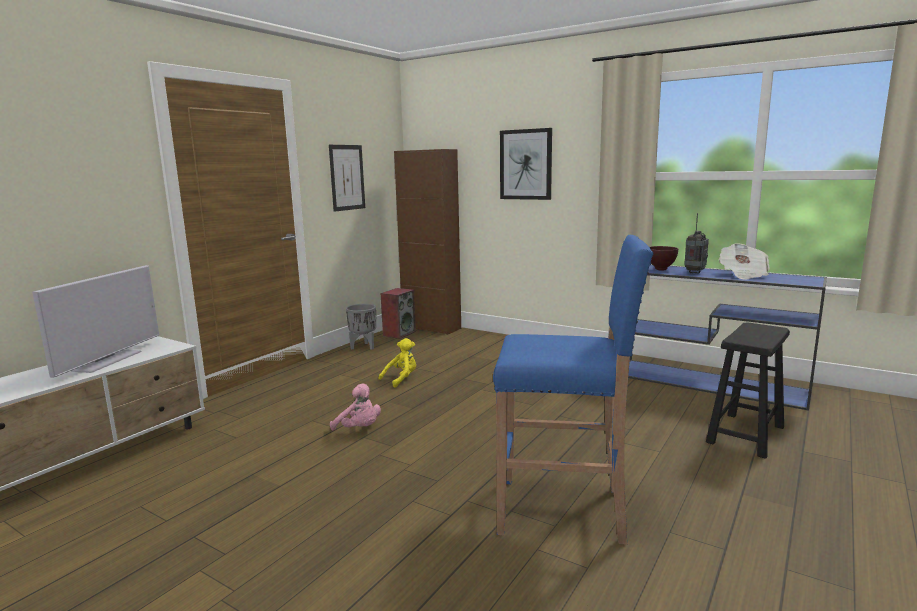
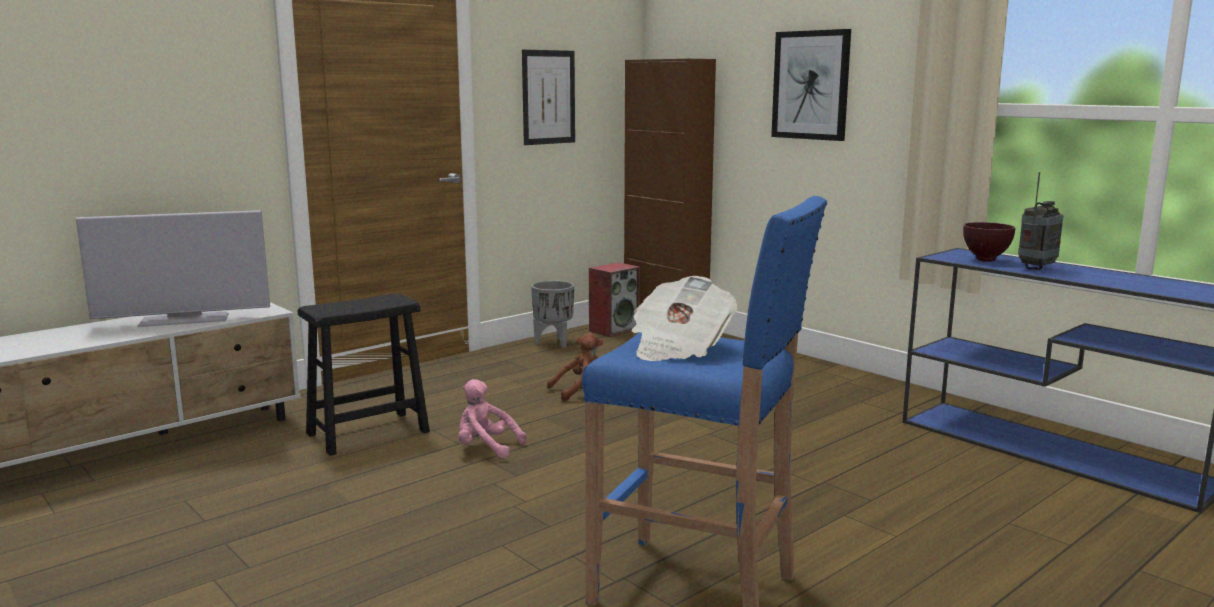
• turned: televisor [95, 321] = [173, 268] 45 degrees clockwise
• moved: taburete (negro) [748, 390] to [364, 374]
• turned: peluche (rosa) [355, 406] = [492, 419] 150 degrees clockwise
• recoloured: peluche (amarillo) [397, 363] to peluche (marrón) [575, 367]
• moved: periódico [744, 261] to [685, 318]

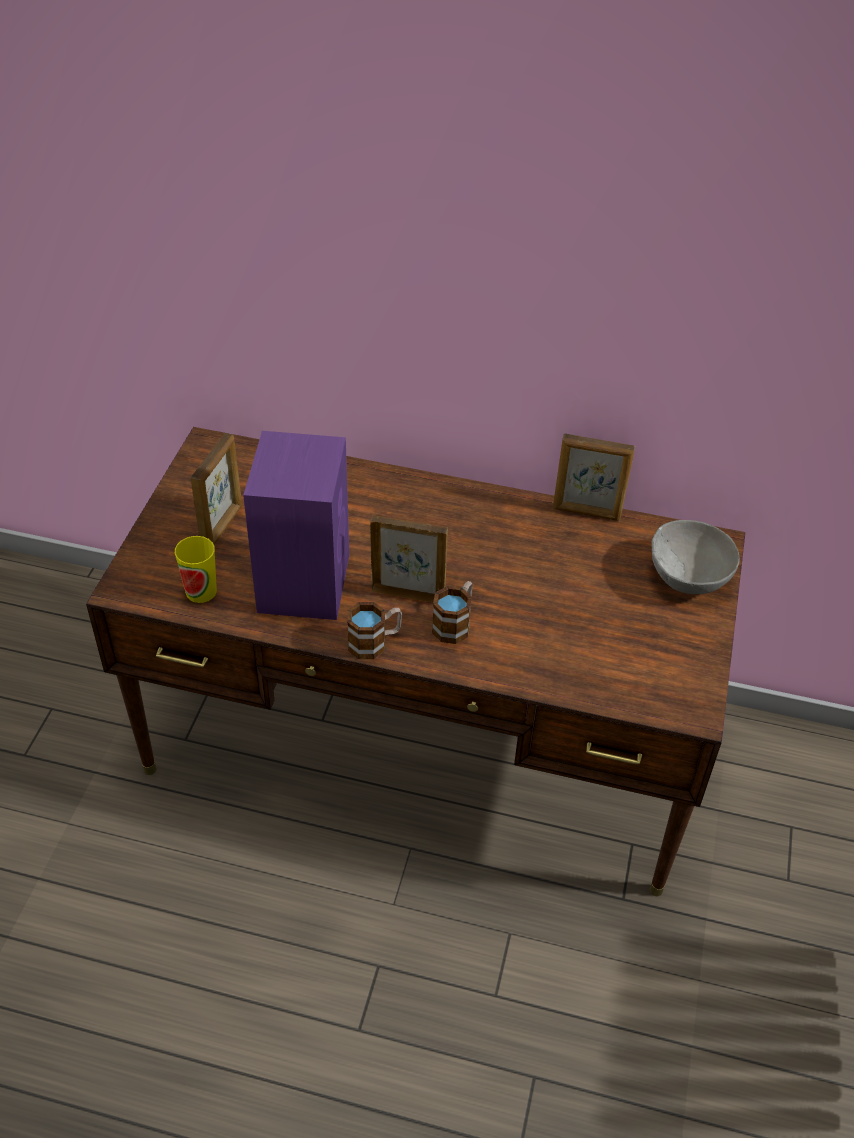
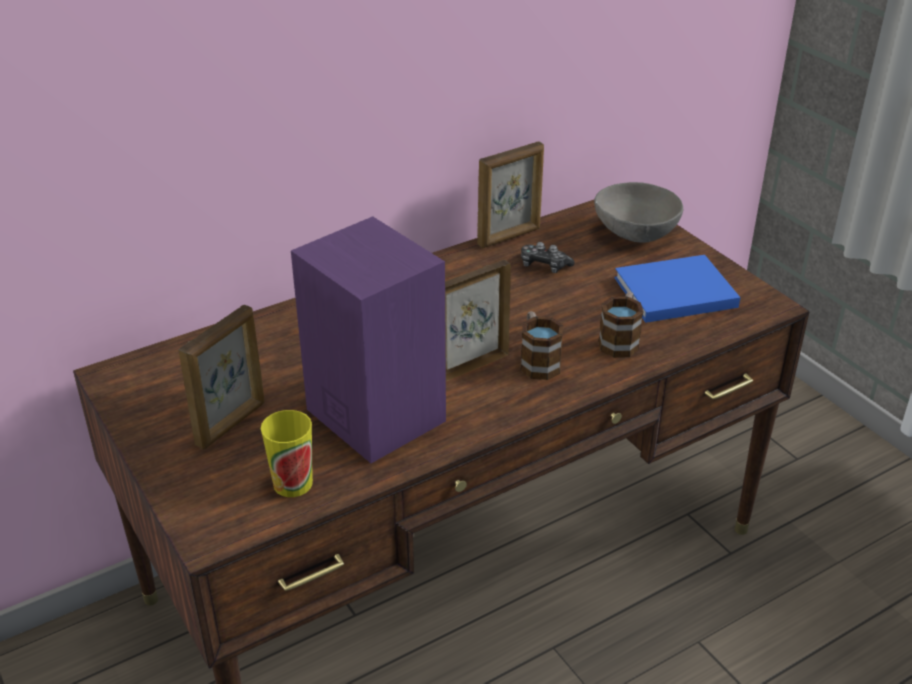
• turned: portarretratos [216, 489] = [222, 377] 60 degrees clockwise
• added: mando de consola [548, 257]
• moved: taza grande [374, 630] to [621, 325]
• added: libro (azul) [677, 289]

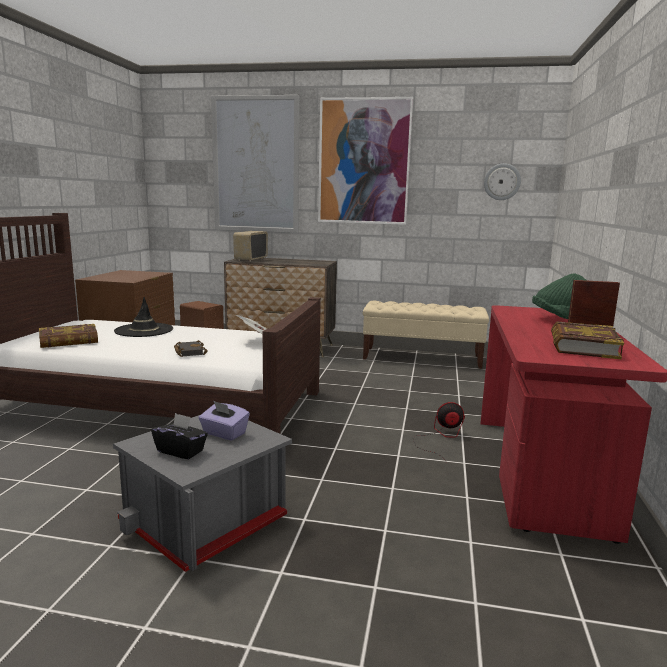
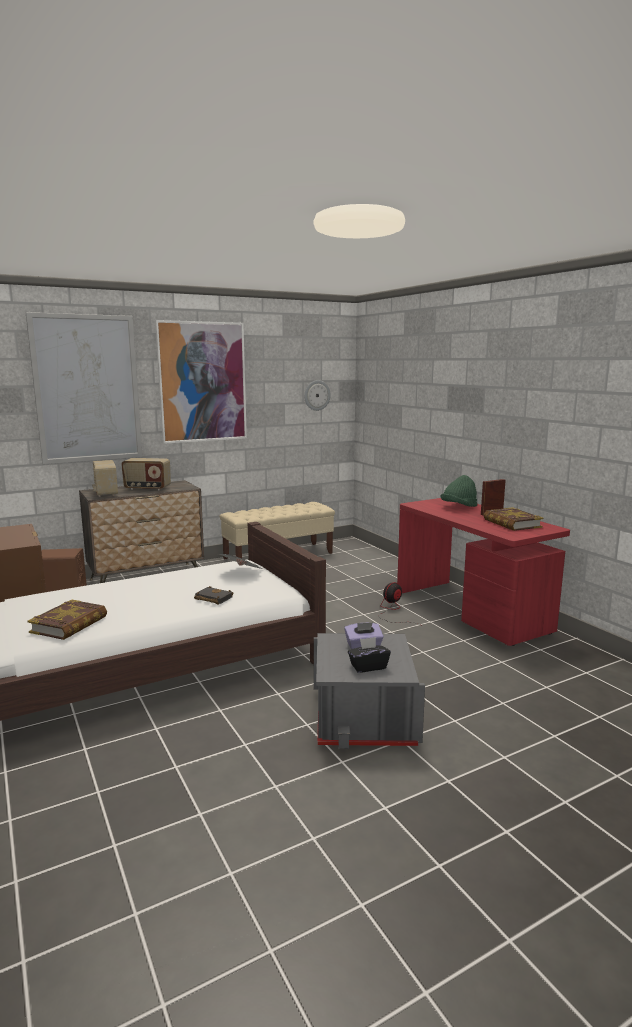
• added: radio [146, 474]
• removed: sombrero (negro) [143, 317]

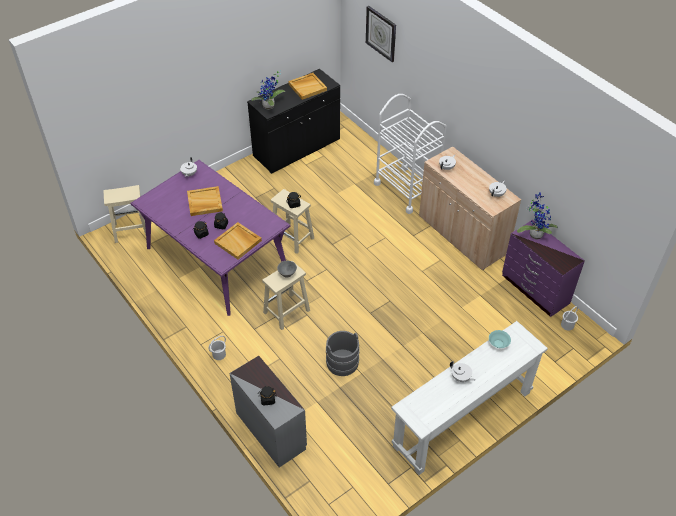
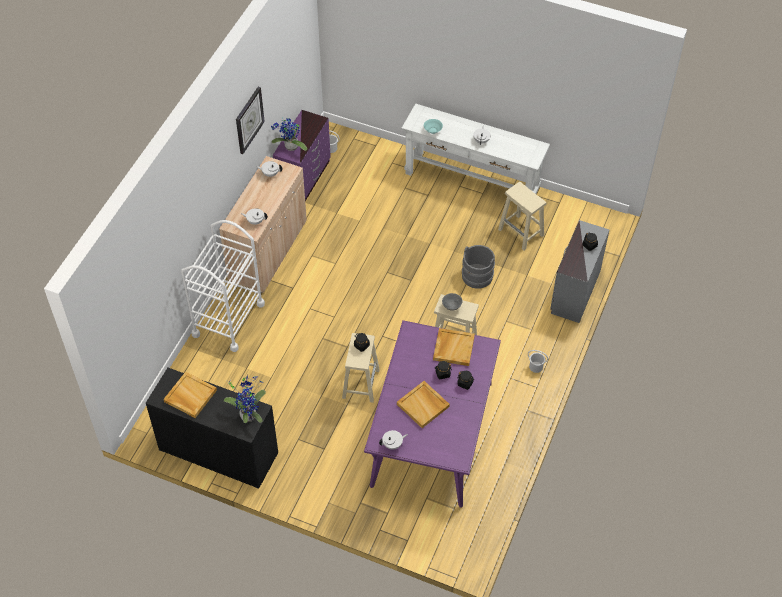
• moved: reloj de pared [381, 34] to [250, 120]
• moved: taburete (beis) [124, 214] to [522, 216]

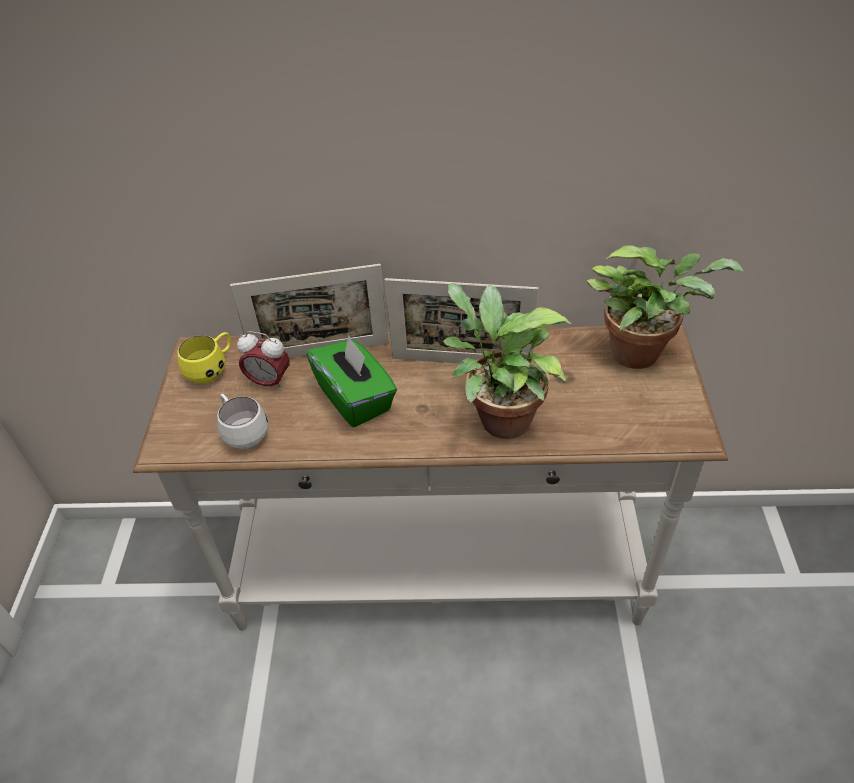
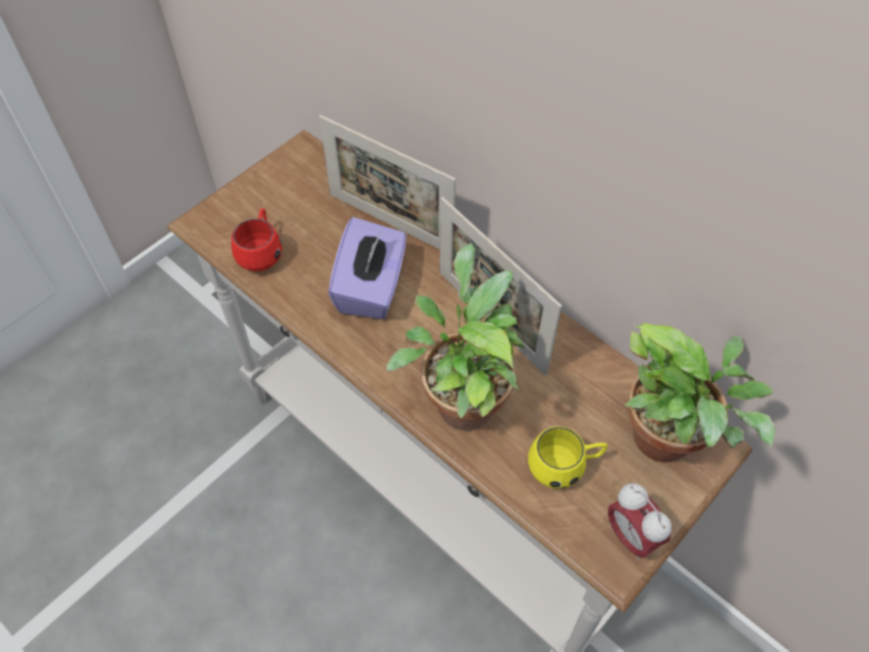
• recoloured: taza grande (blanco) [242, 421] to taza grande (rojo) [256, 239]
• recoloured: caja de pañuelos (verde) [352, 381] to caja de pañuelos (morado) [367, 268]
• moved: taza grande (amarillo) [204, 358] to [568, 457]
• moved: despertador [263, 361] to [640, 522]

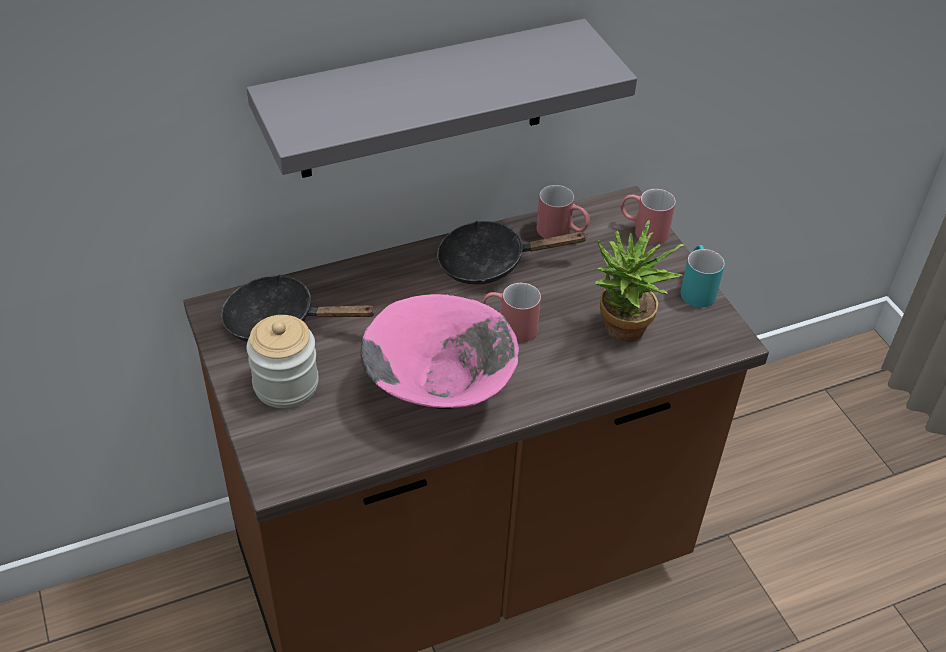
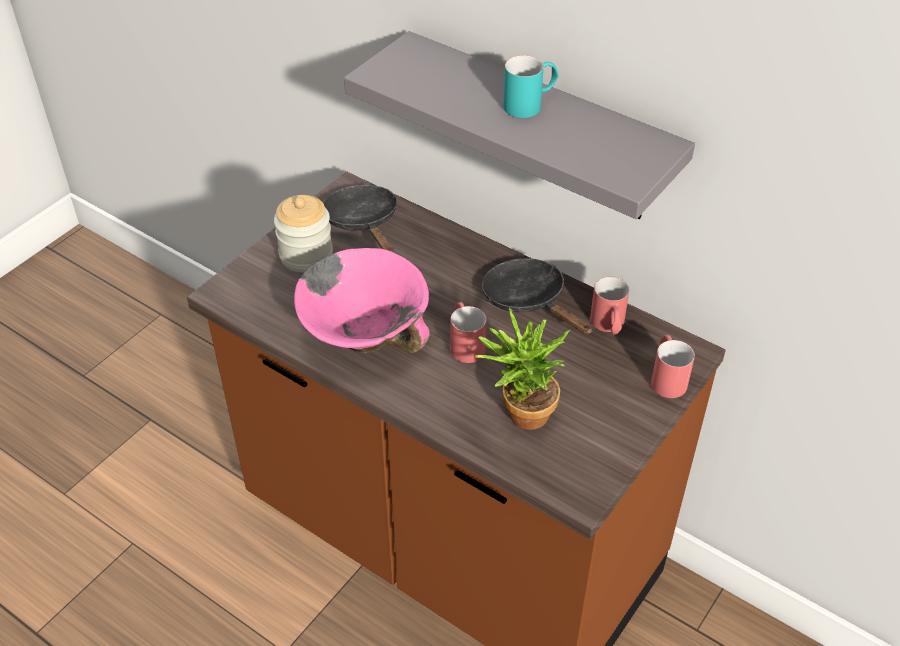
• moved: taza grande (turquesa) [702, 276] to [530, 86]

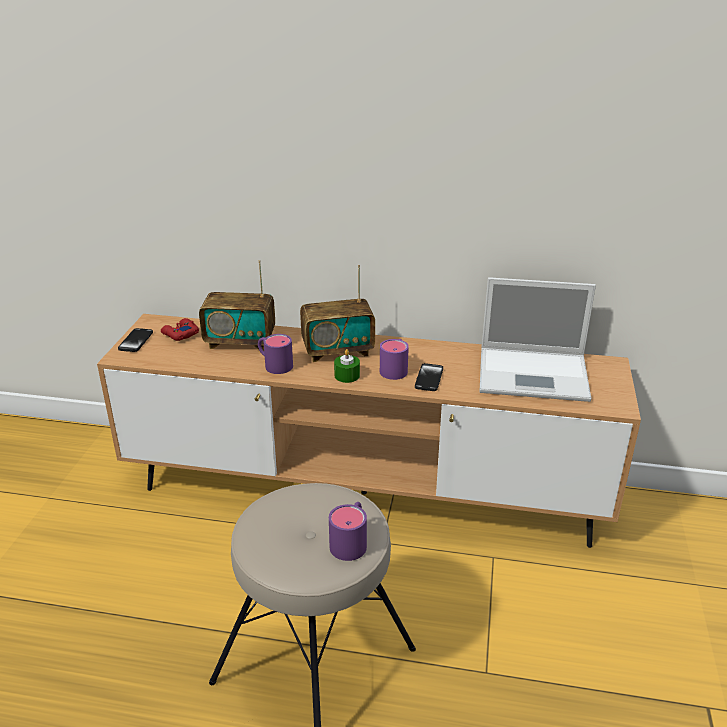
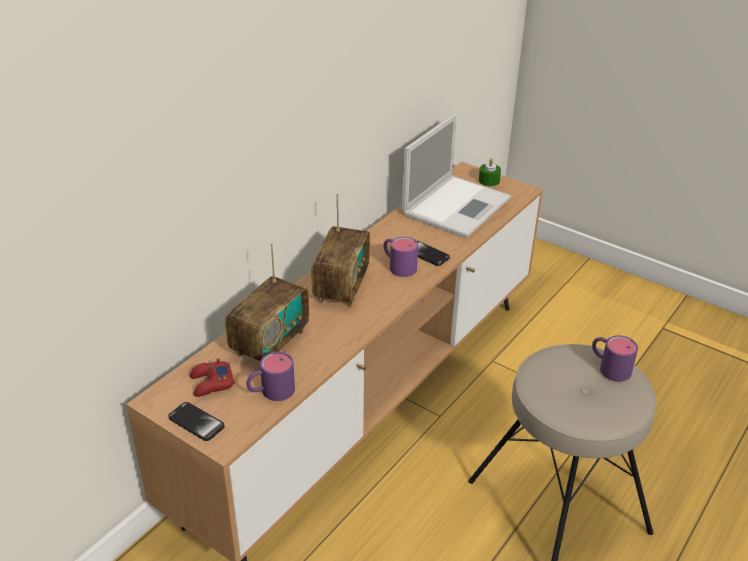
• moved: taza grande (morado) [275, 354] to [270, 376]
• moved: vela (verde) [347, 366] to [490, 172]

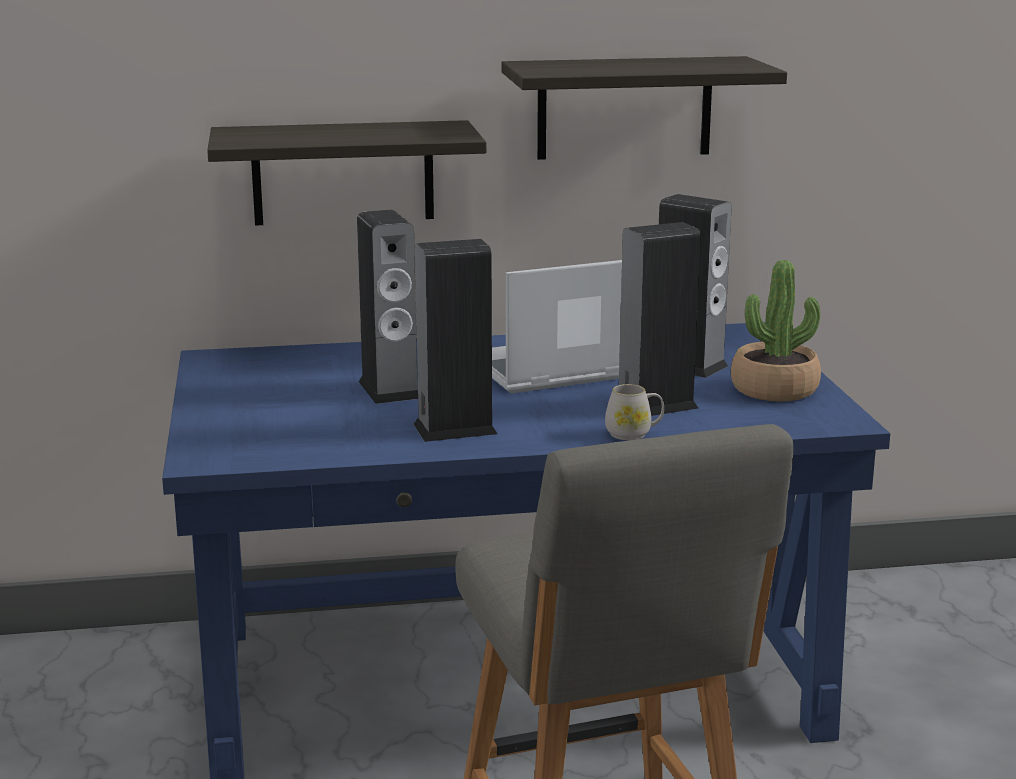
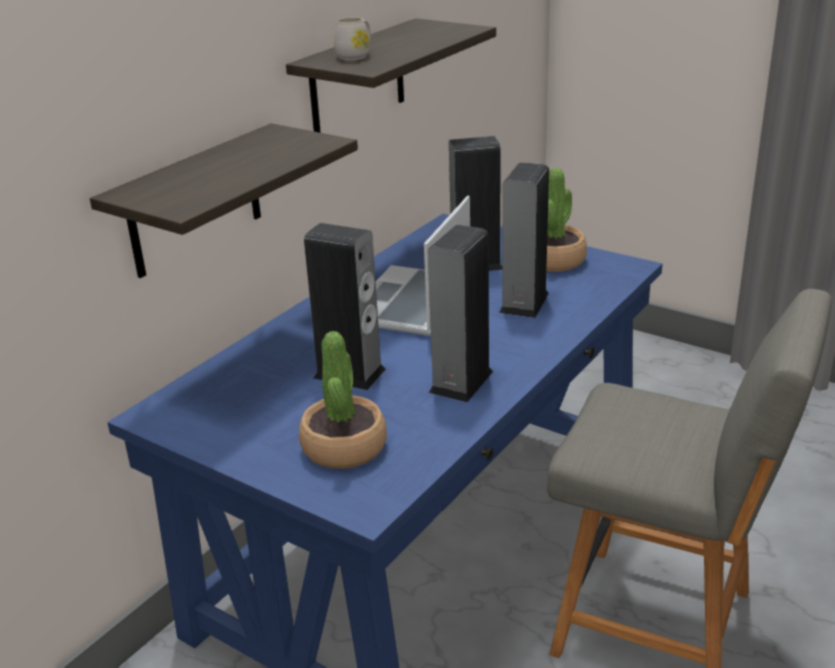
• added: planta en maceta [343, 400]
• moved: taza grande (blanco) [634, 412] to [352, 38]

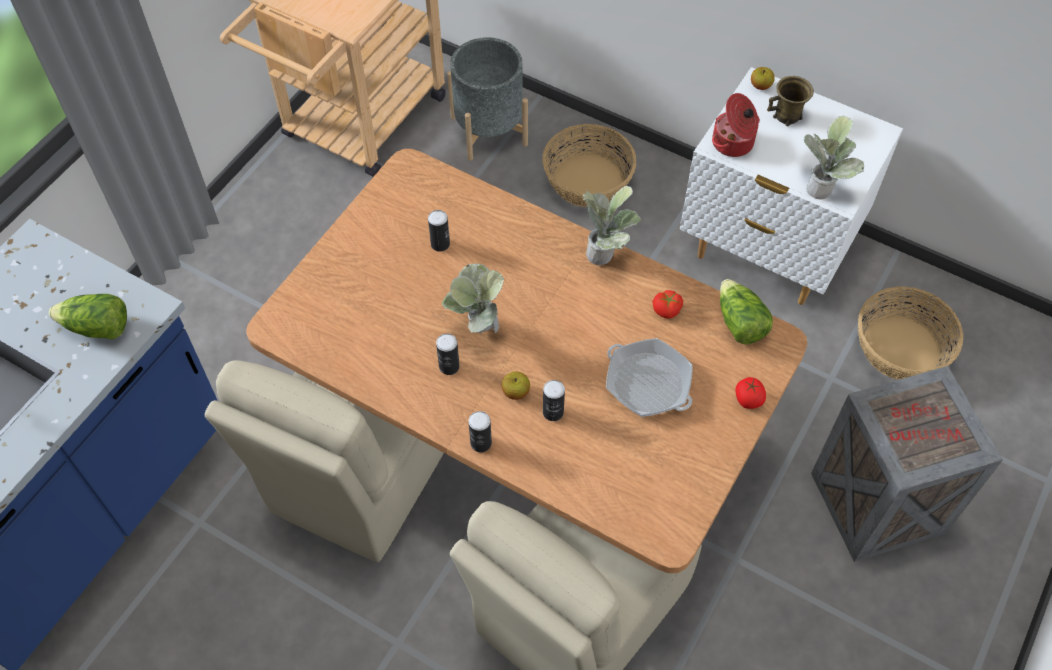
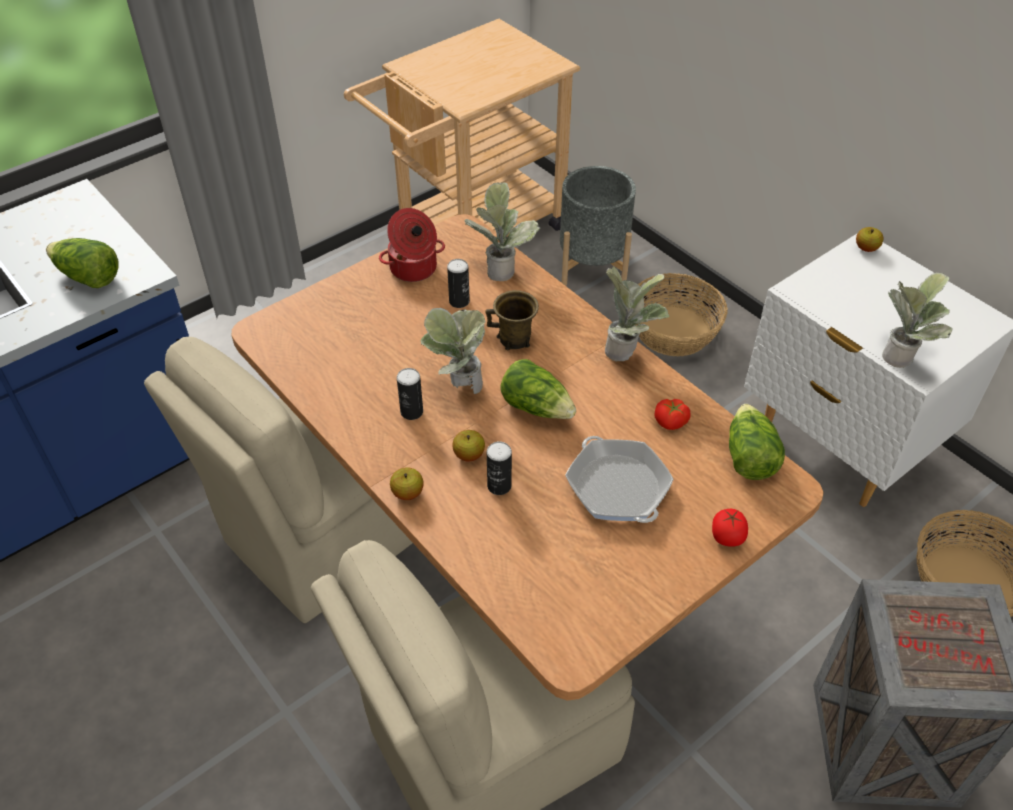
• moved: olla [736, 125] to [412, 245]
• replaced: lata [480, 431] to manzana [406, 483]
• added: planta en maceta [502, 231]
• moved: taza grande (marrón) [790, 101] to [512, 320]
• added: lechuga [538, 389]

